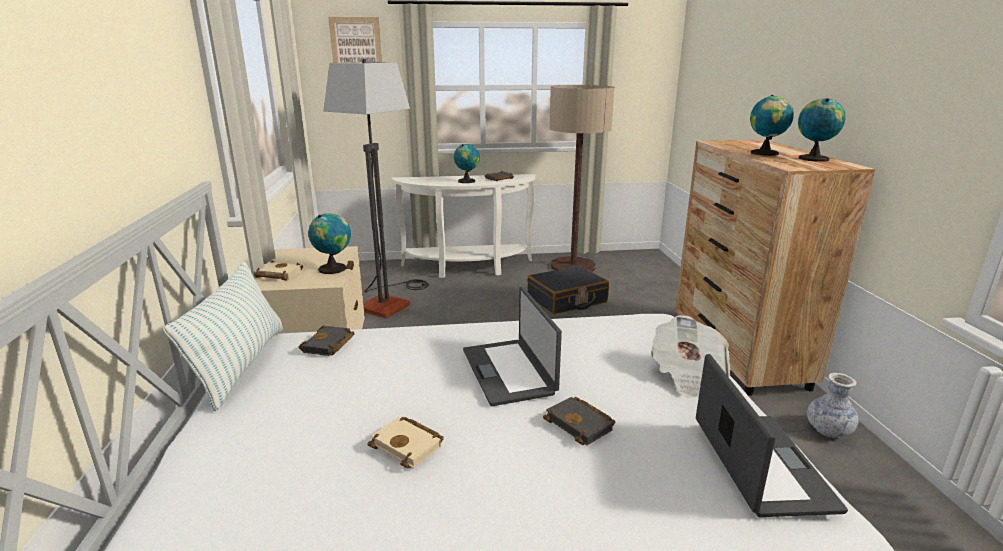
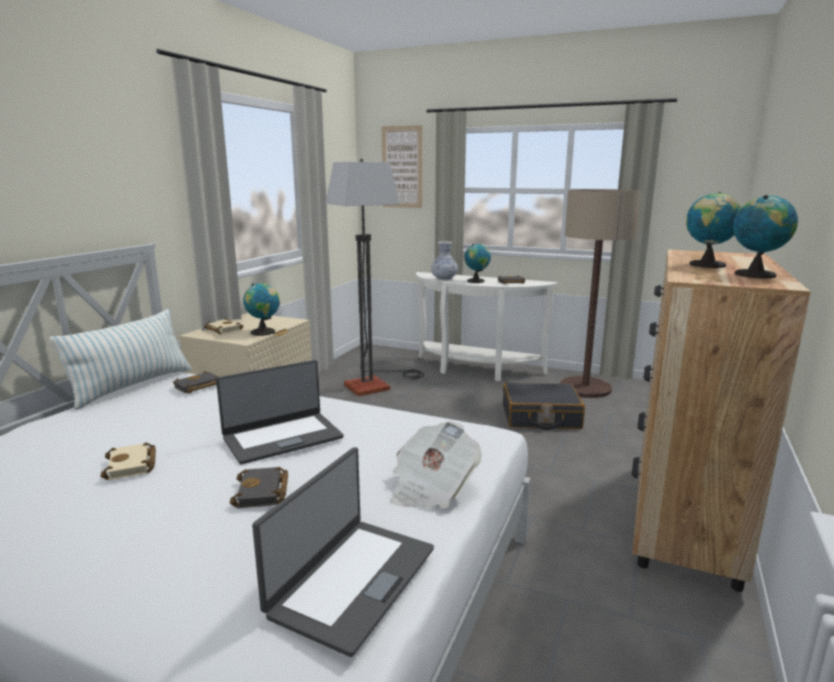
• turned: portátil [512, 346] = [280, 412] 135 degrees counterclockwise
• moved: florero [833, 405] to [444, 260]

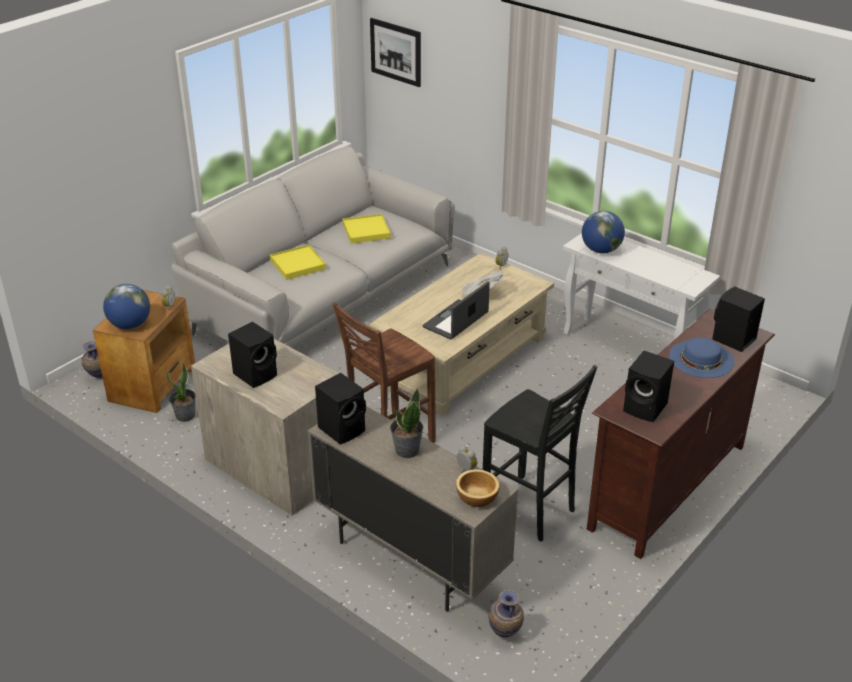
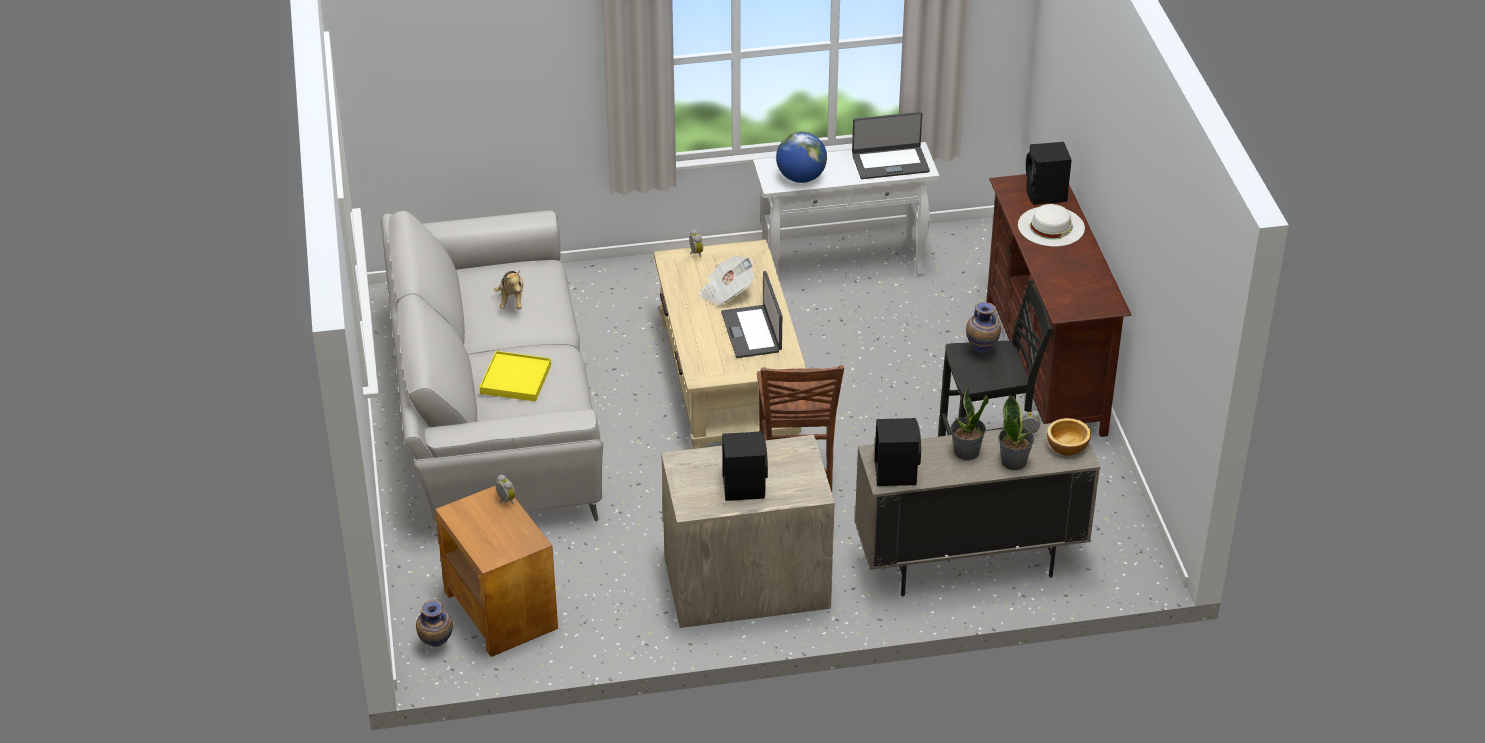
• replaced: bandeja (amarillo) [366, 229] to peluche [509, 289]
• added: portátil [891, 145]
• moved: florero [506, 614] to [983, 328]
• moved: planta en maceta [181, 392] to [1016, 432]
• recoloured: sombrero (azul) [701, 357] to sombrero (blanco) [1051, 225]
• removed: globo terráqueo [126, 306]
• removed: cuadro [395, 52]
• removed: altavoz (negro) [648, 386]

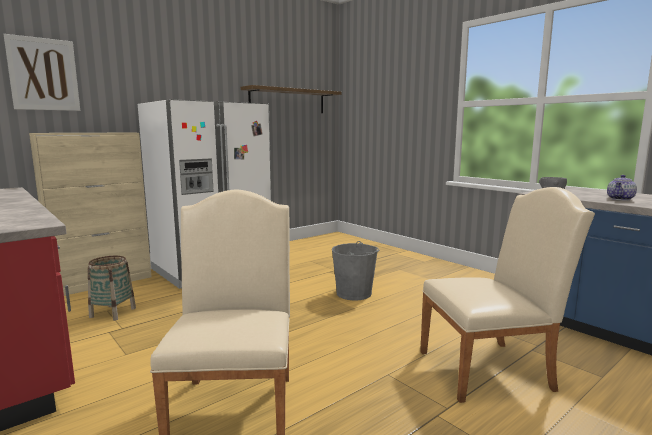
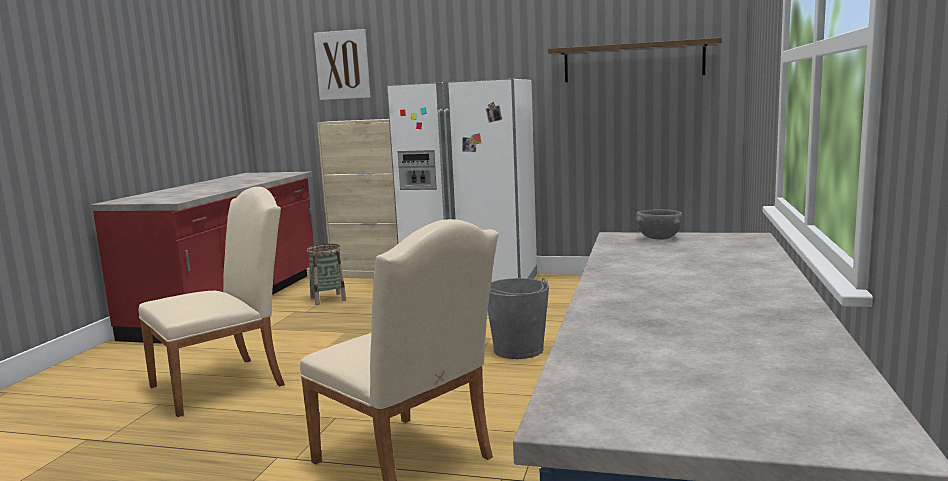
• removed: tetera [622, 187]

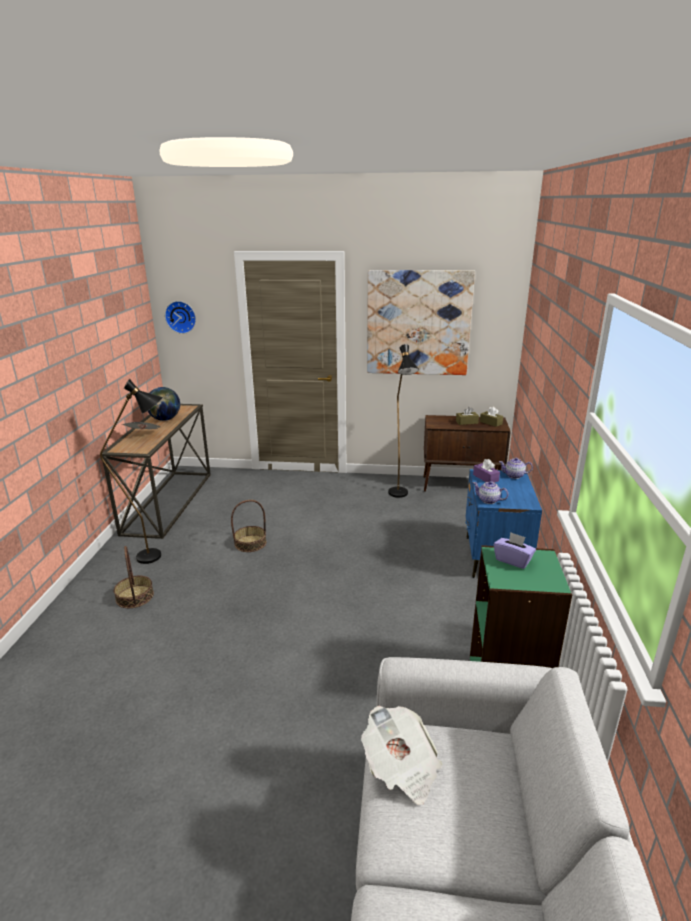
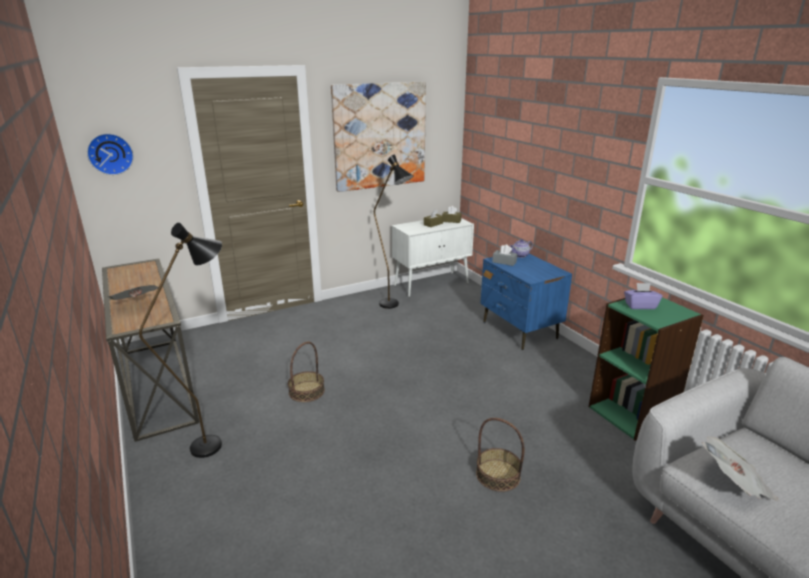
• recoloured: armario (marrón) [467, 453] to armario (blanco) [433, 257]
• moved: cesta [133, 577] to [500, 455]
• recoloured: caja de pañuelos (morado) [486, 471] to caja de pañuelos (gris) [504, 255]
• removed: globo terráqueo [164, 404]
• removed: tetera [490, 492]

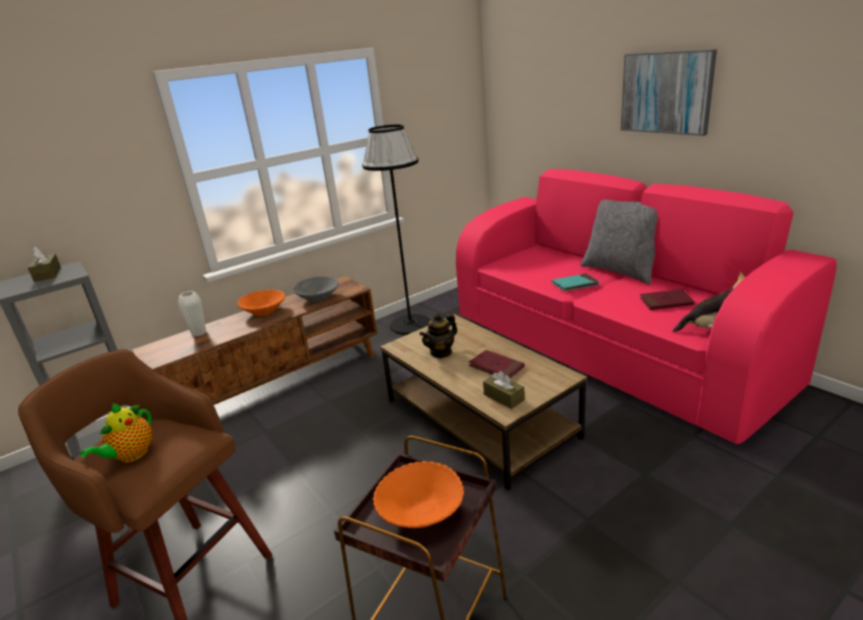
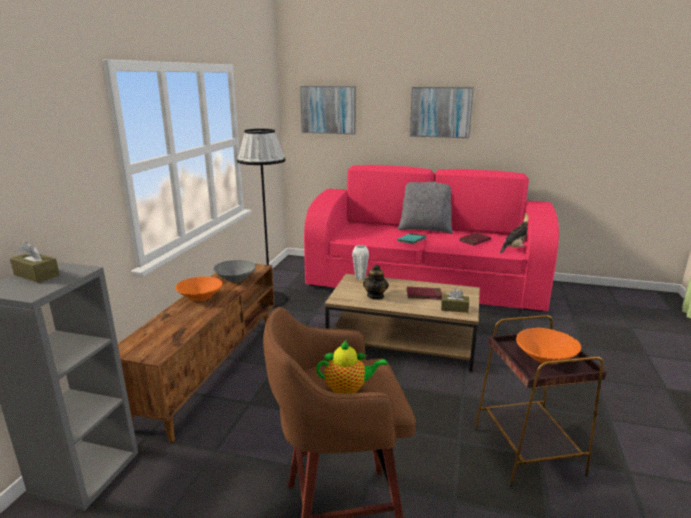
• added: cuadro [328, 110]
• turned: tetera [116, 433] = [352, 367] 75 degrees counterclockwise
• moved: florero (blanco) [192, 314] to [360, 262]

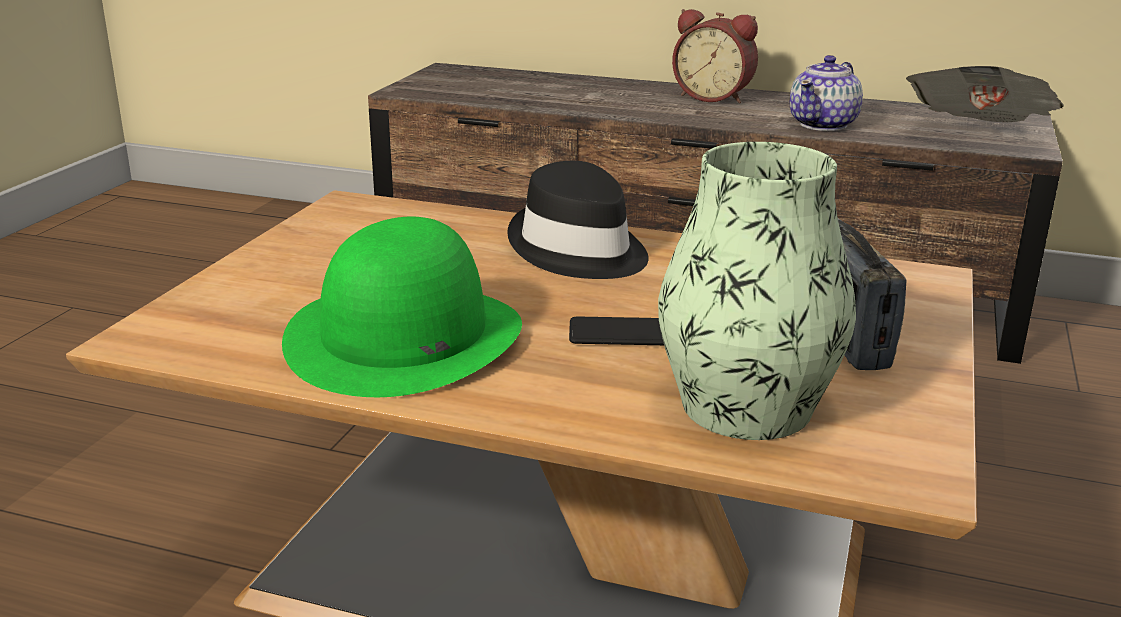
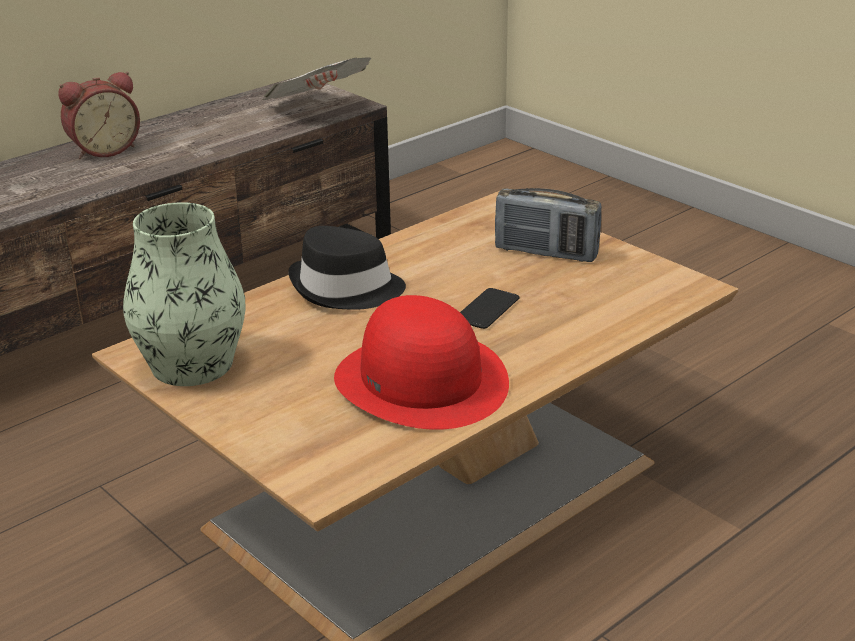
• moved: florero [757, 291] to [184, 294]
• recoloured: sombrero (verde) [402, 307] to sombrero (rojo) [421, 362]
• removed: tetera [826, 93]

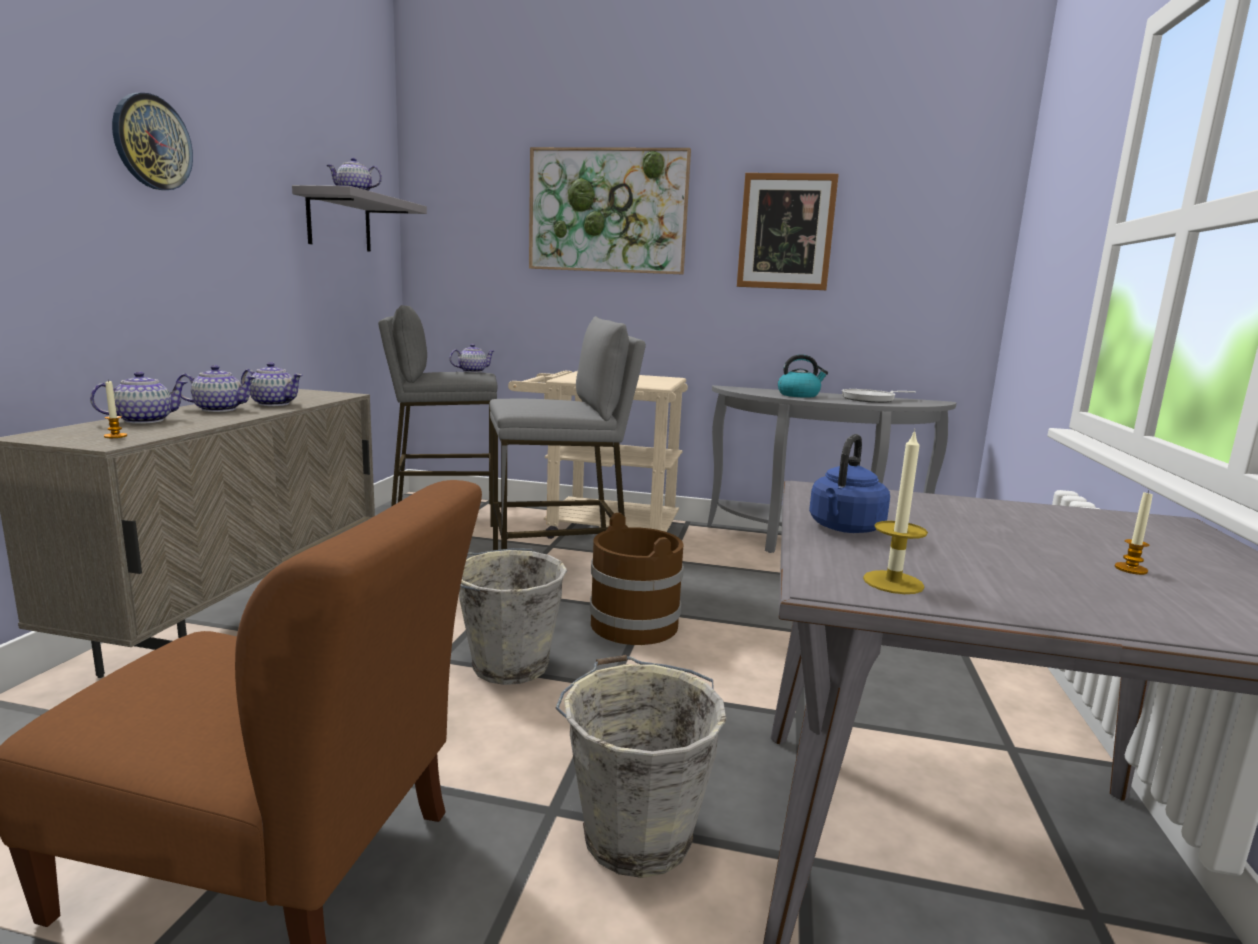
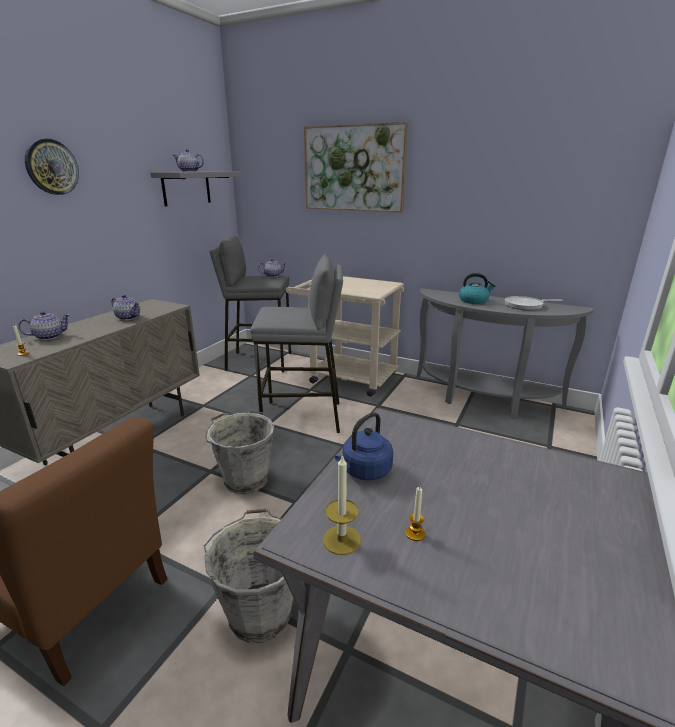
• moved: vela [1134, 532] to [415, 514]
• removed: tetera [216, 388]
• removed: cubo (marrón) [637, 579]
• removed: cuadro [788, 231]

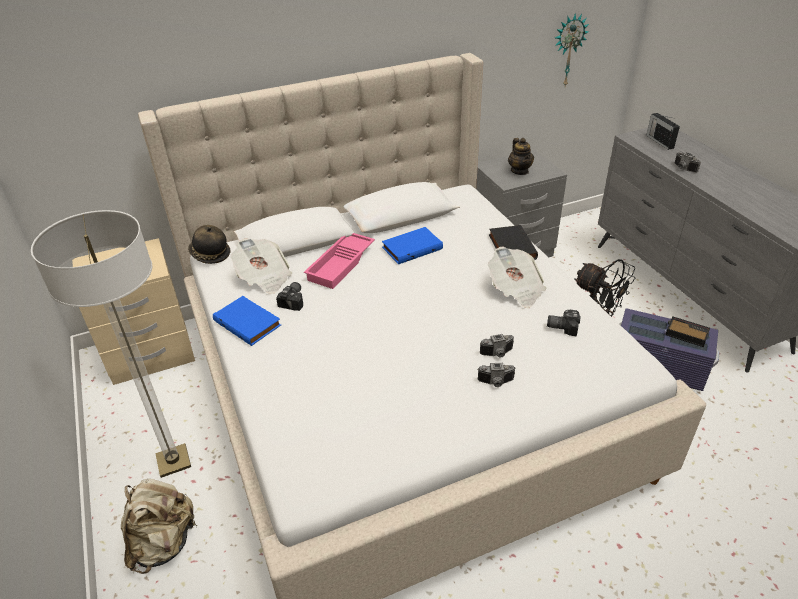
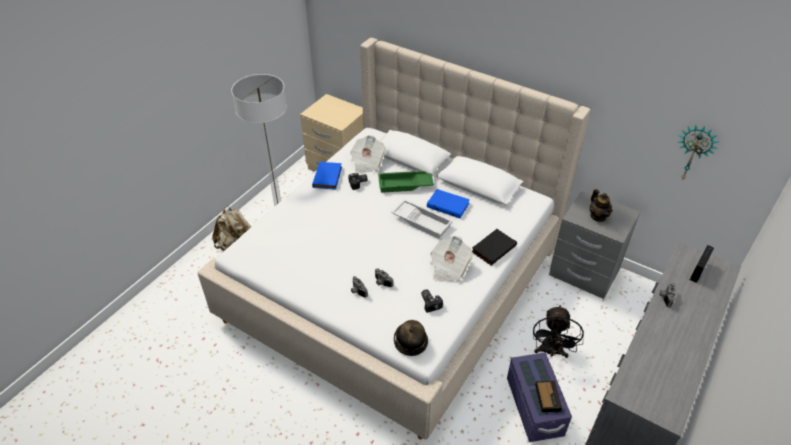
• recoloured: bandeja (rosa) [339, 261] to bandeja (verde) [406, 182]
• added: bandeja (blanco) [421, 219]
• moved: sombrero [209, 244] to [411, 338]
• turned: tetera [521, 156] = [601, 205] 60 degrees counterclockwise

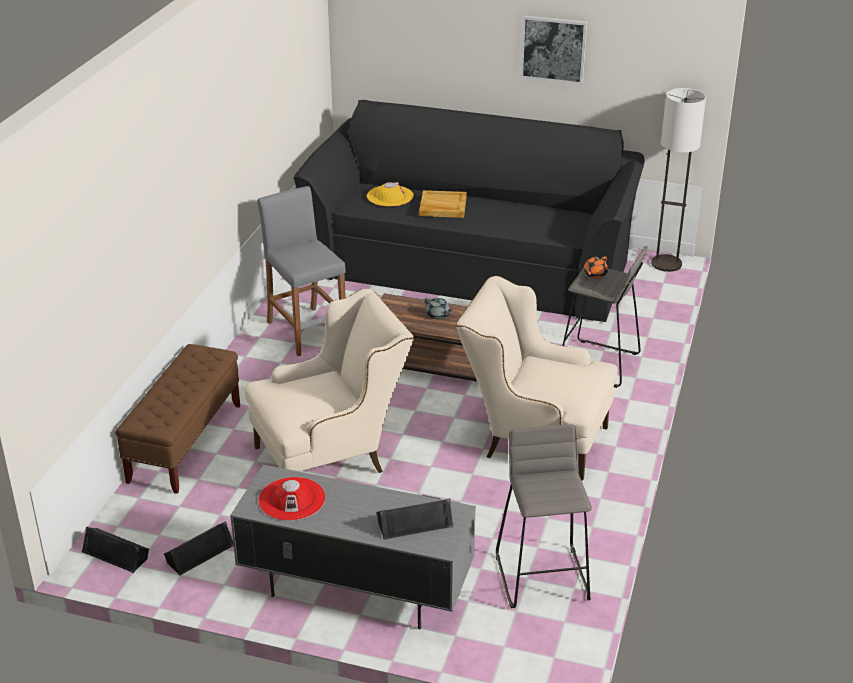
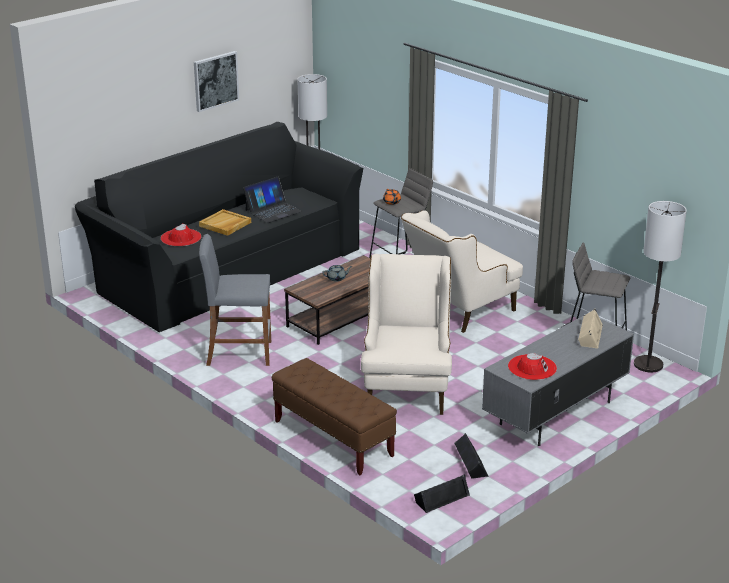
• recoloured: sombrero (amarillo) [390, 194] to sombrero (rojo) [181, 235]
• added: portátil [272, 200]
• recoloured: altavoz (negro) [415, 519] to altavoz (beis) [590, 329]
• added: lámpara de pie [660, 286]

